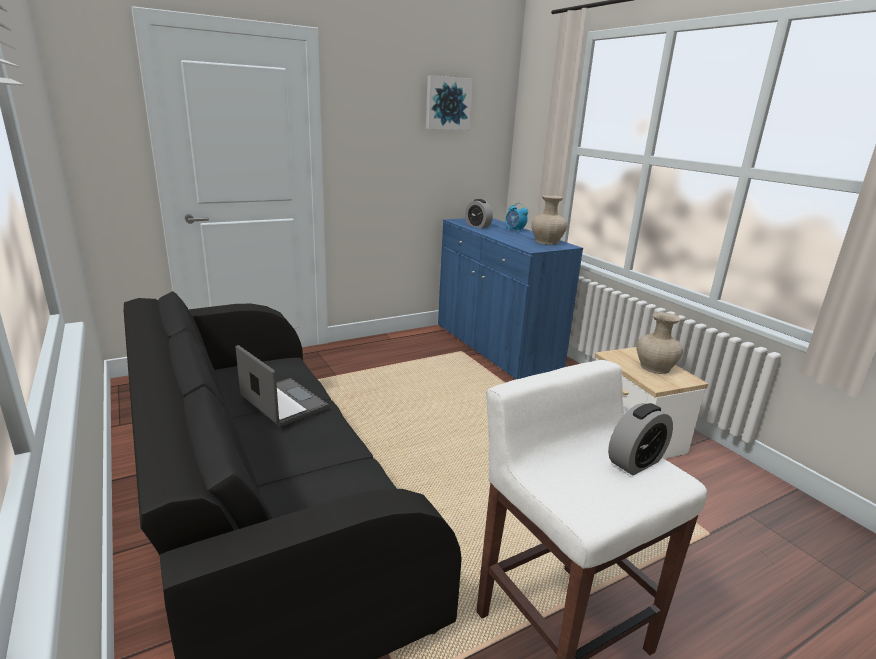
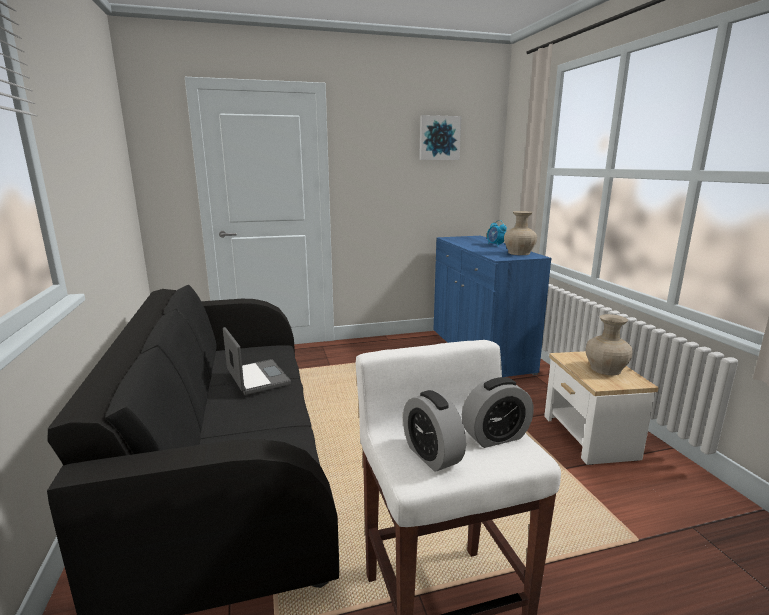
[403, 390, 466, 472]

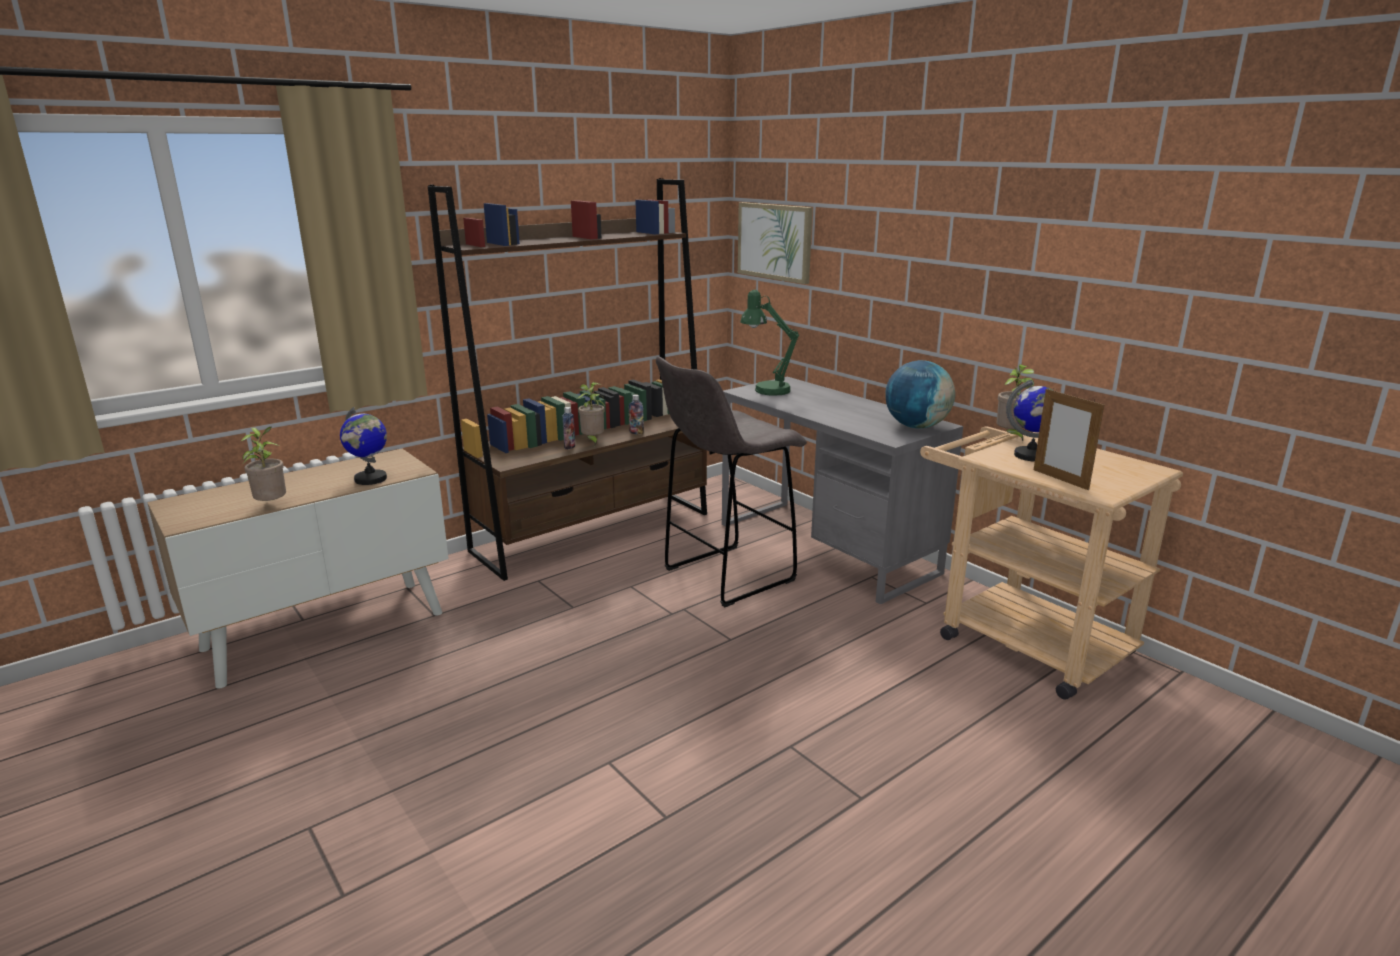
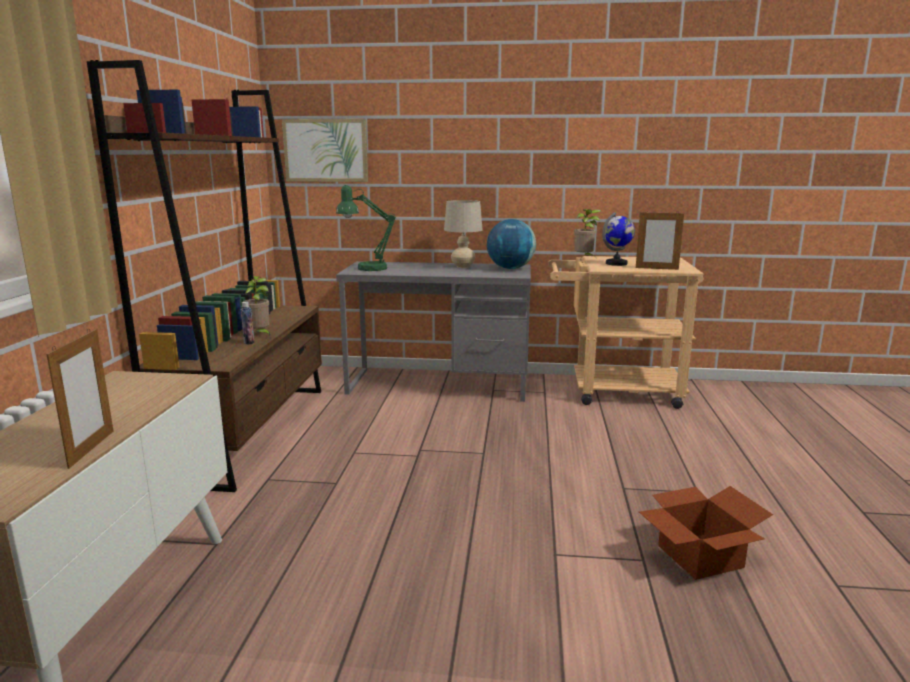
[340, 407, 387, 485] (first image)
[629, 394, 644, 435] (first image)
[656, 356, 807, 607] (first image)
[444, 200, 483, 268]
[639, 486, 773, 580]
[46, 329, 113, 469]

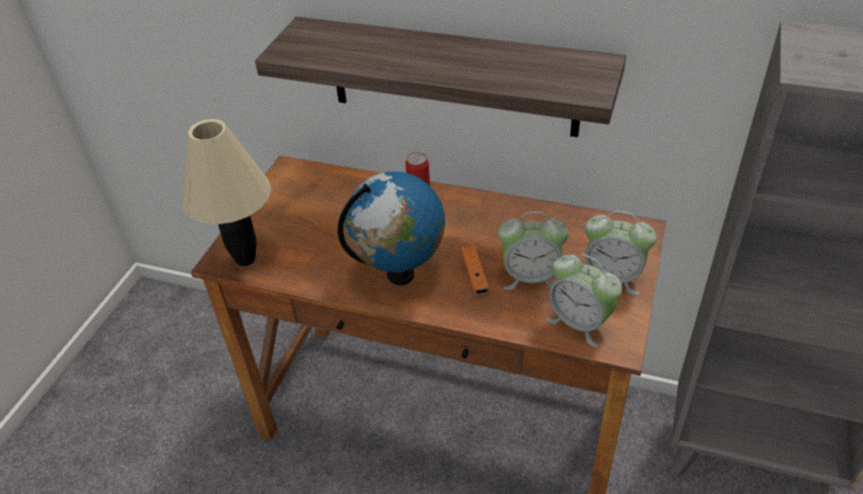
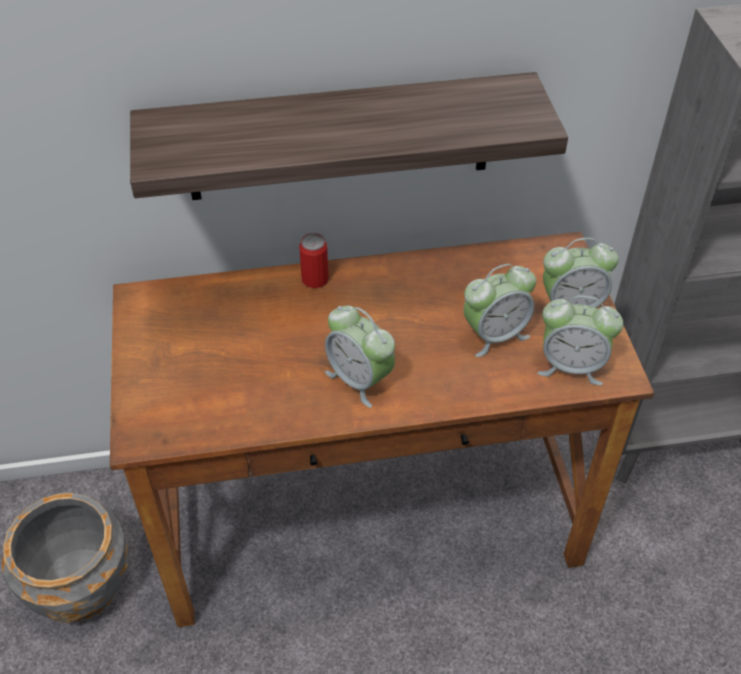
[181, 119, 271, 266] (first image)
[461, 245, 489, 295] (first image)
[2, 493, 129, 623]
[325, 306, 395, 408]

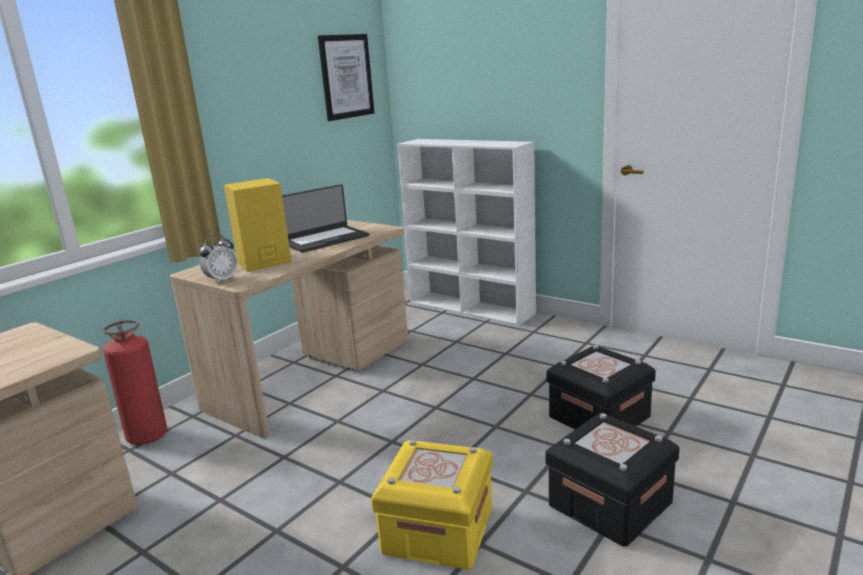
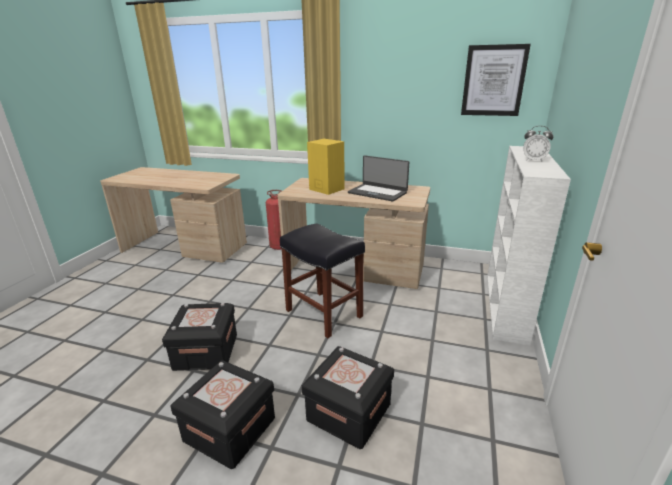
[280, 223, 365, 338]
[523, 126, 553, 162]
[162, 303, 237, 371]

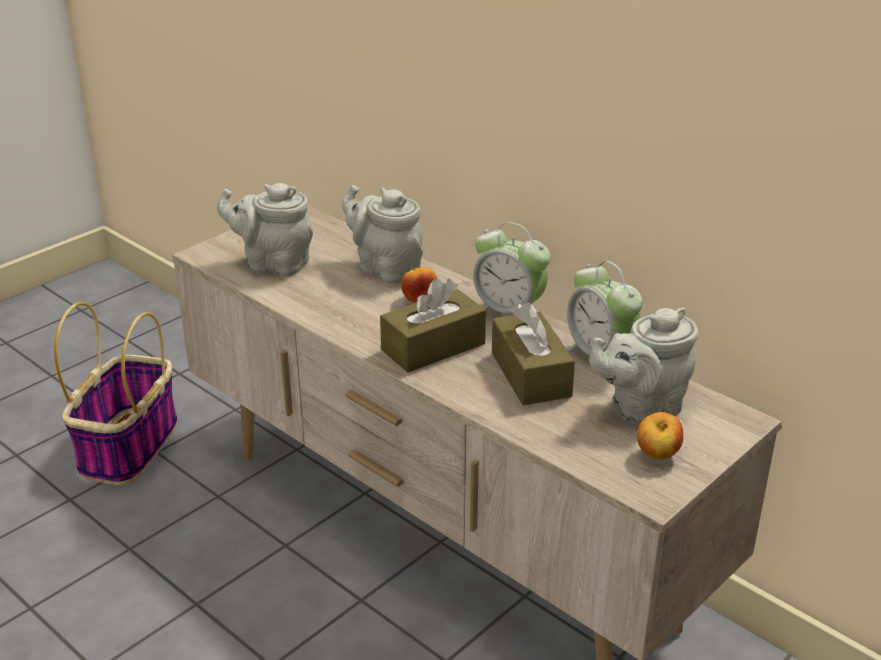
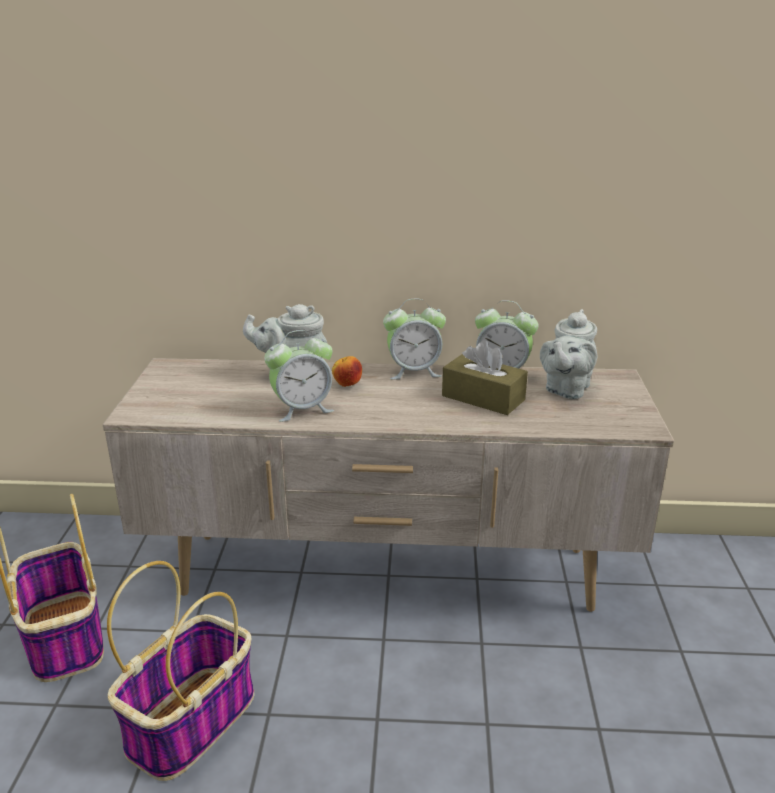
[217, 183, 313, 276] (first image)
[380, 278, 486, 372] (first image)
[637, 412, 683, 460] (first image)
[107, 561, 255, 781]
[264, 330, 334, 422]

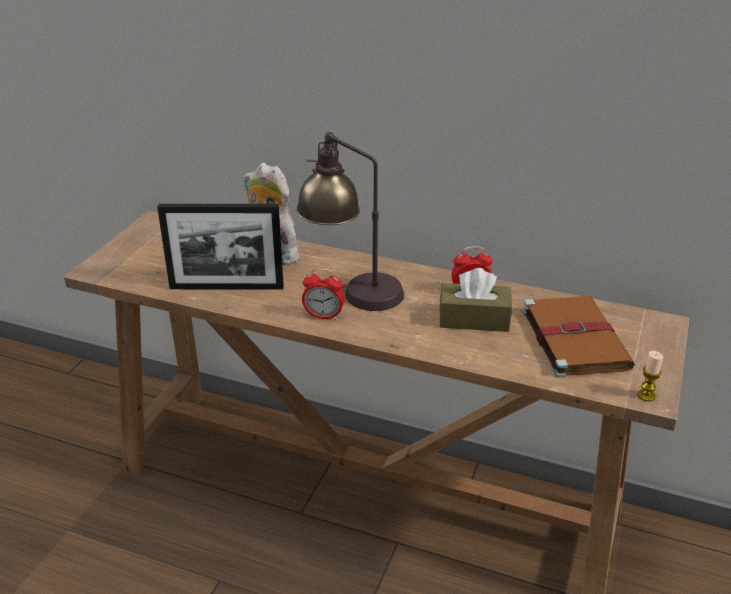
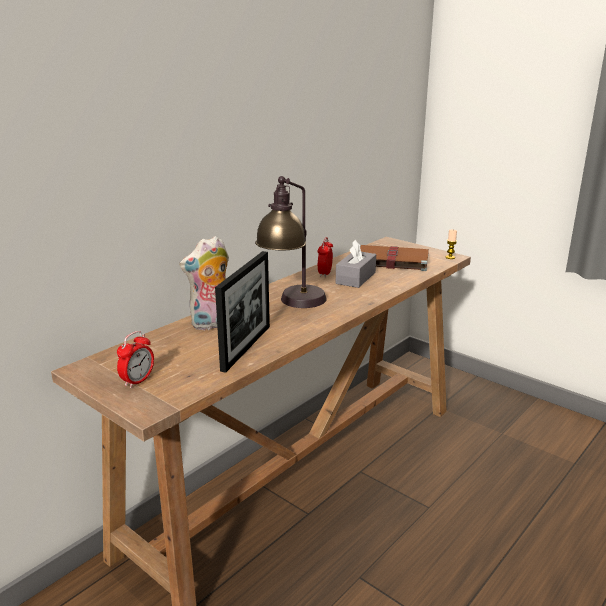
[117, 331, 154, 388]
[336, 240, 376, 288]

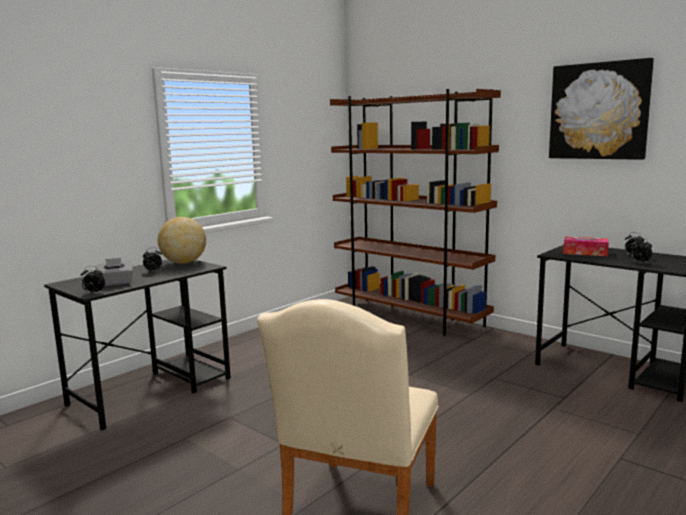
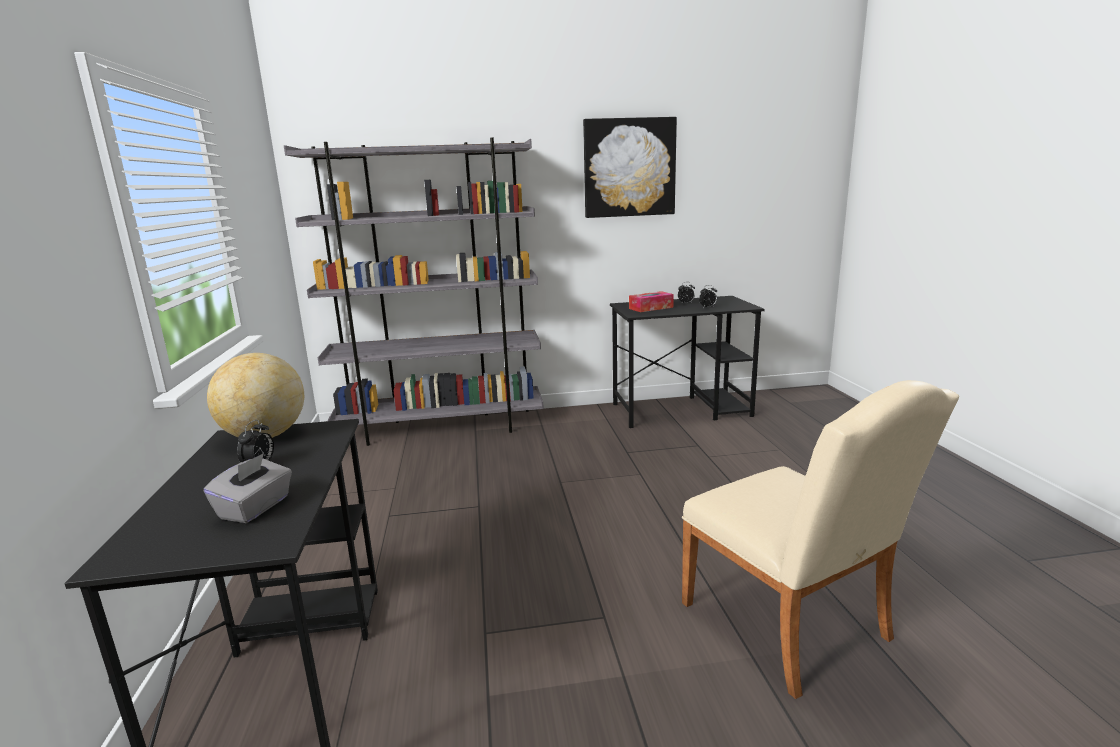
[81, 266, 105, 293] (first image)
[284, 137, 544, 446]

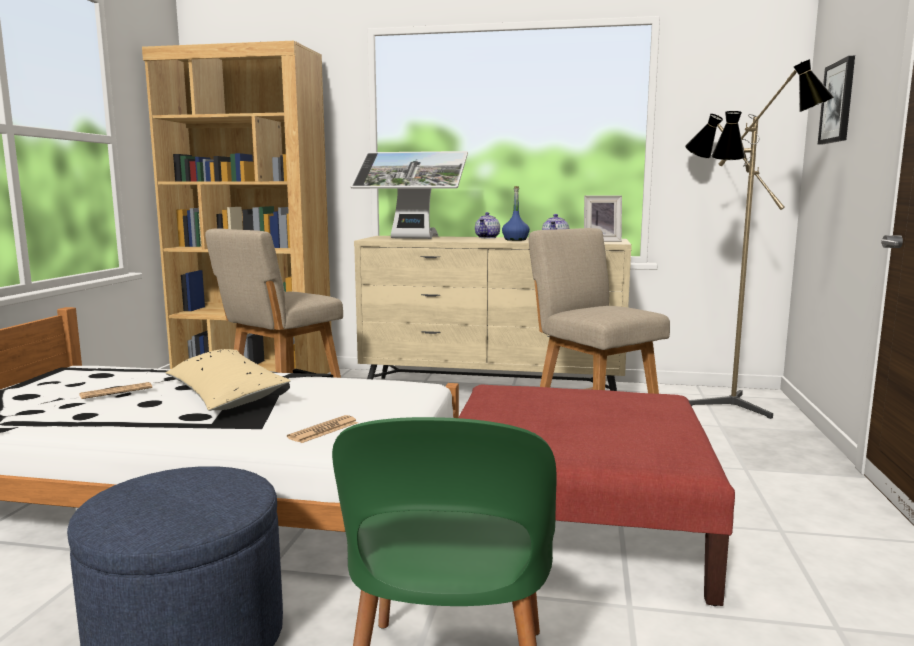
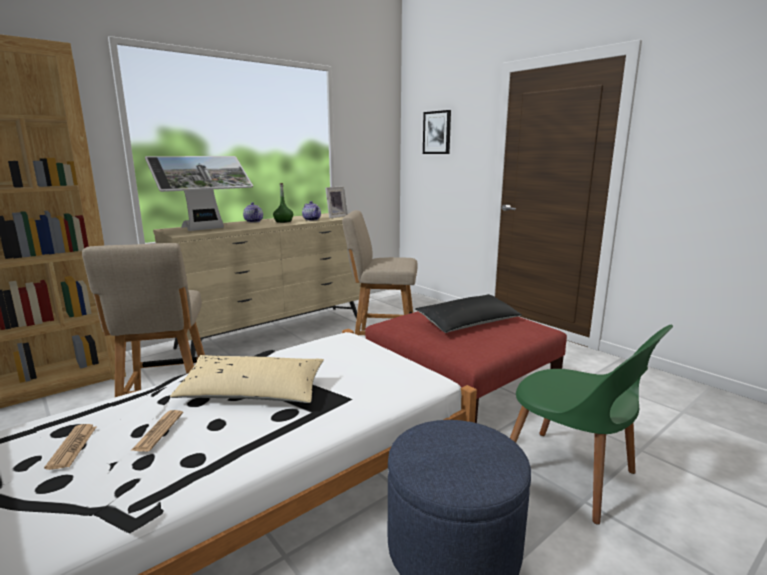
[685, 59, 834, 419] (first image)
[415, 294, 522, 333]
[44, 424, 96, 470]
[273, 183, 293, 223]

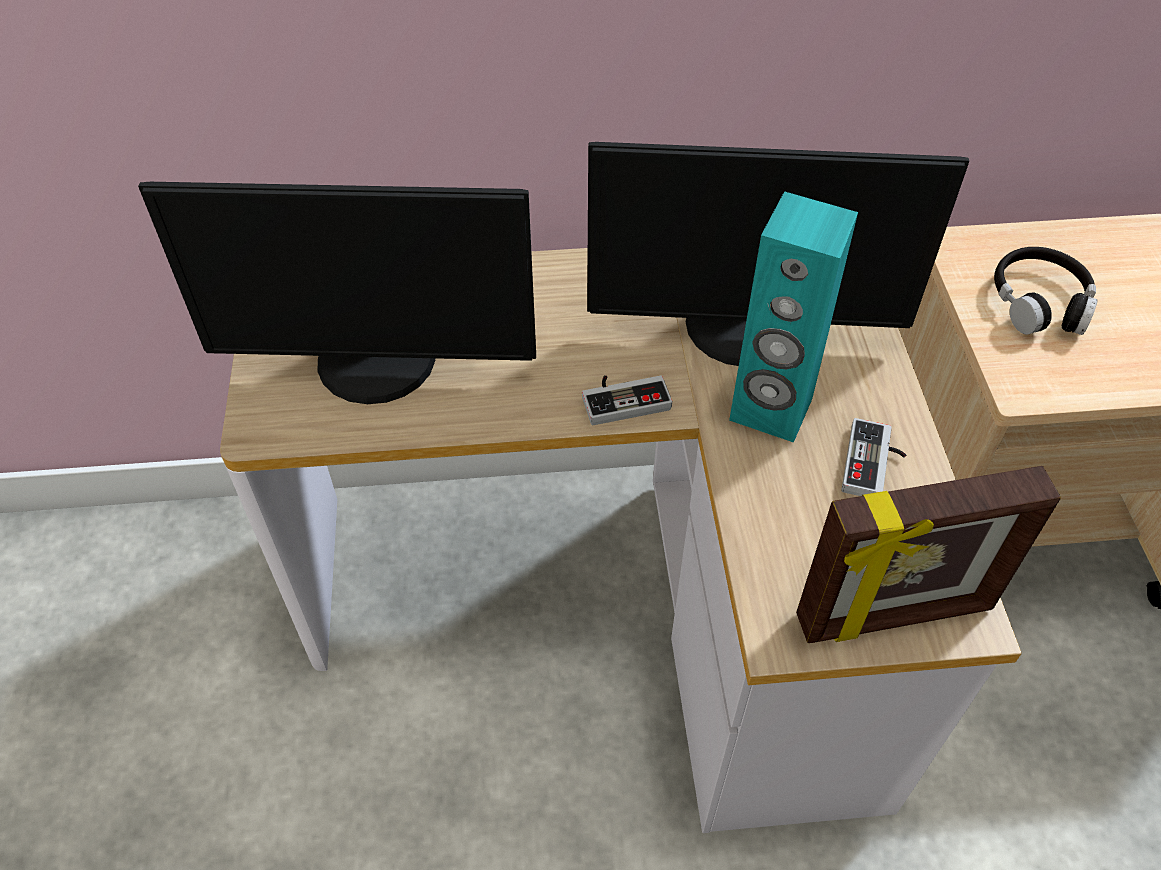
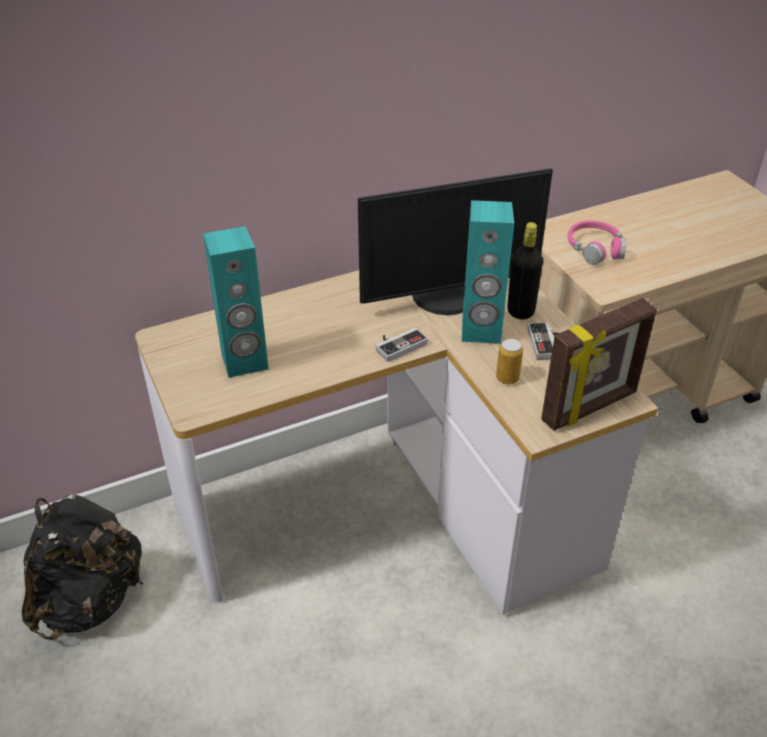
[22, 494, 144, 640]
[496, 338, 523, 384]
[507, 222, 543, 319]
[203, 226, 269, 378]
[567, 220, 626, 265]

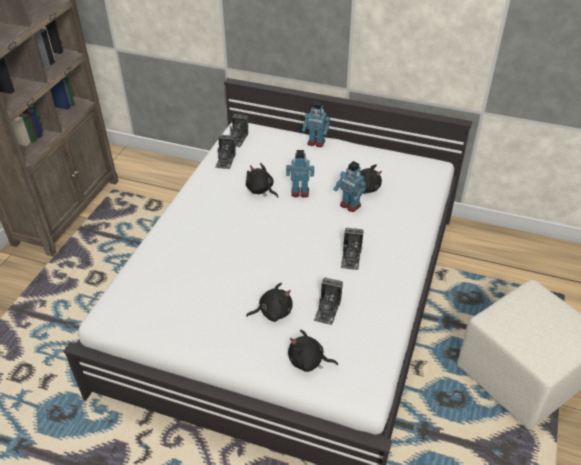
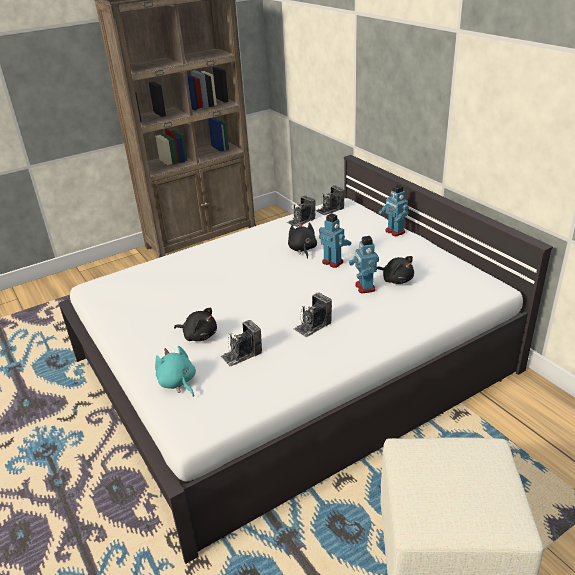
[155, 346, 196, 397]

